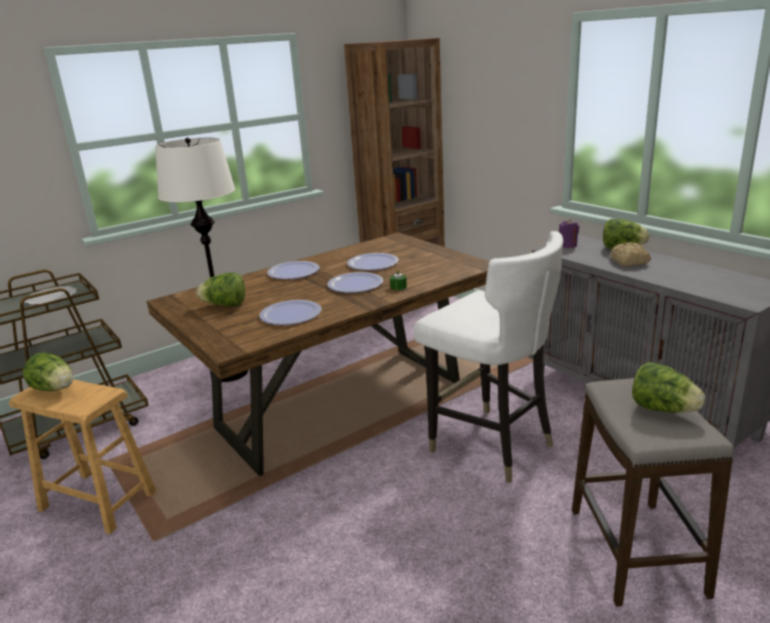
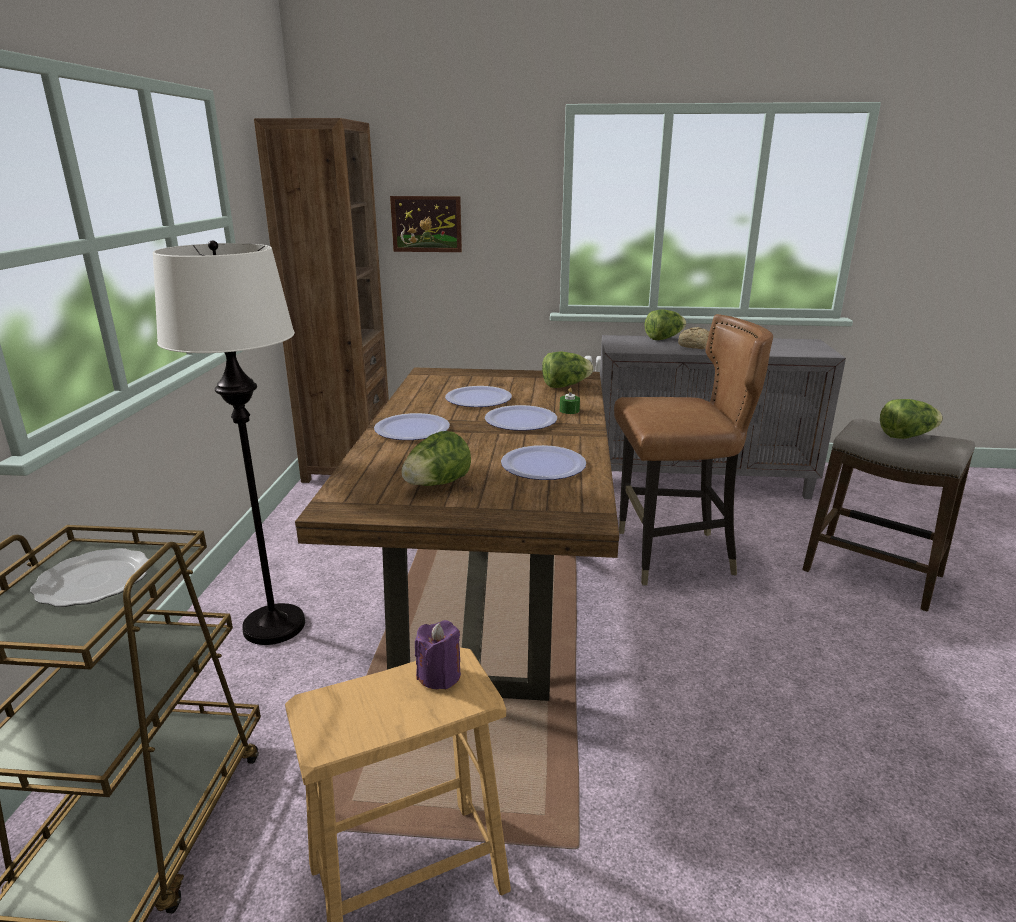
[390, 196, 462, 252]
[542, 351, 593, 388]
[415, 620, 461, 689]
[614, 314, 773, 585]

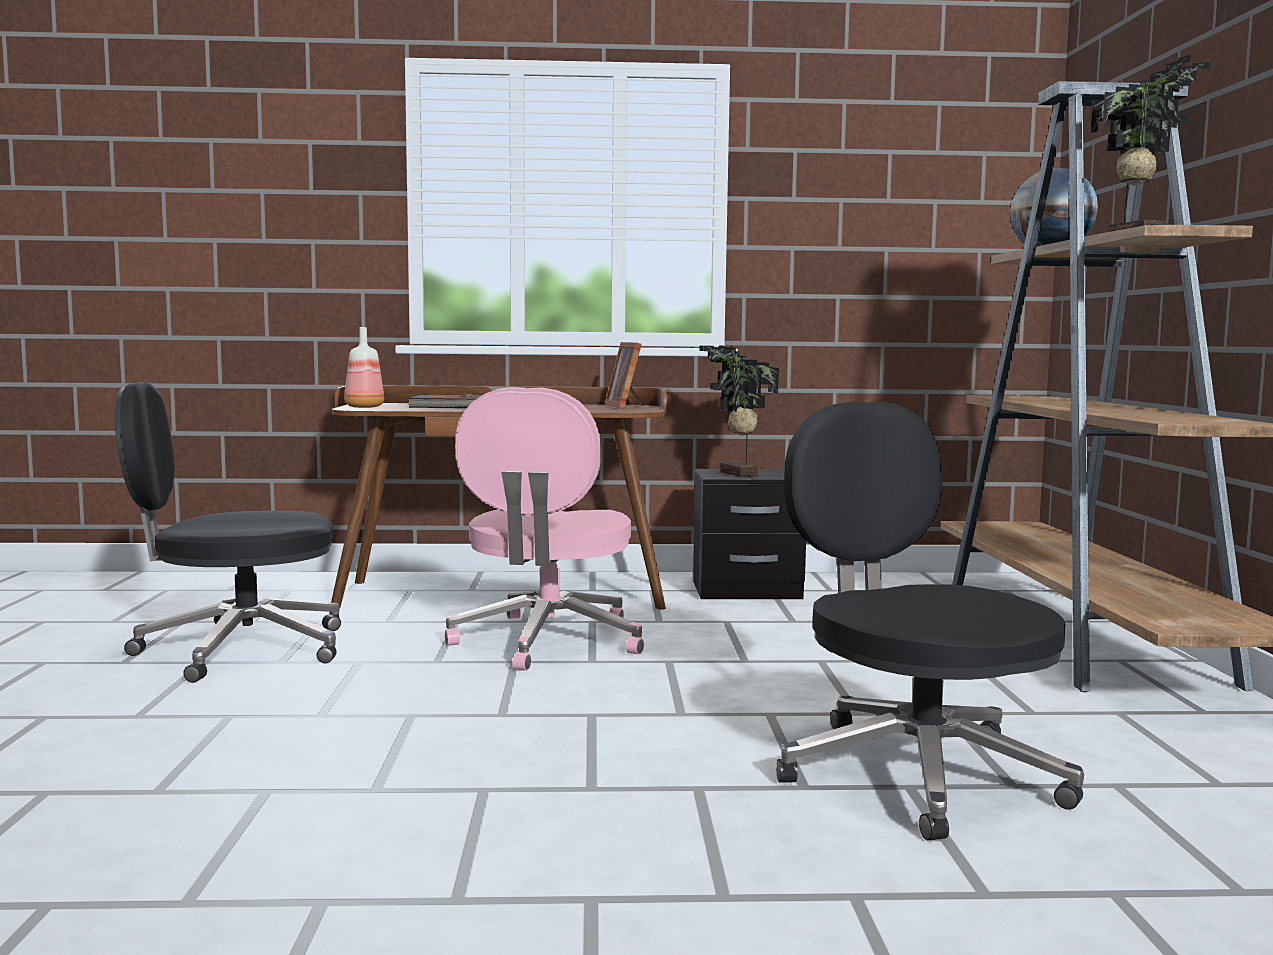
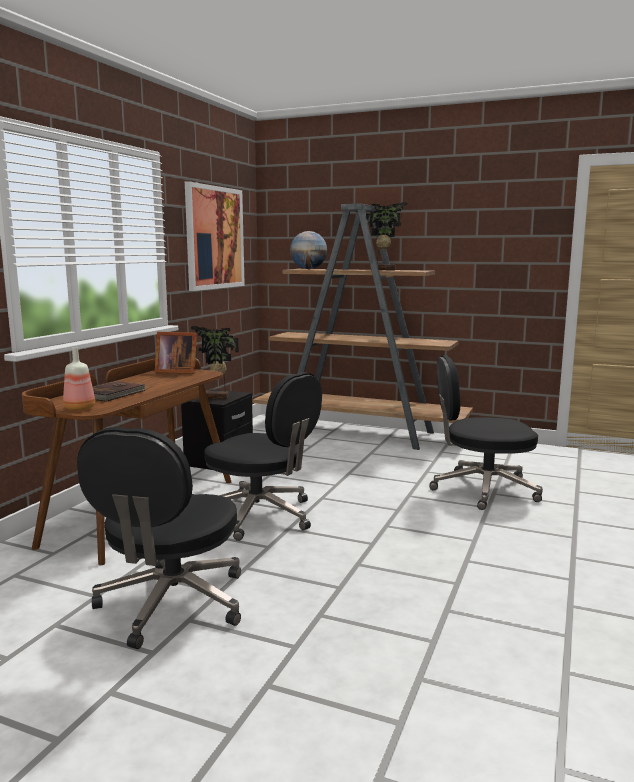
[185, 181, 245, 291]
[204, 372, 322, 541]

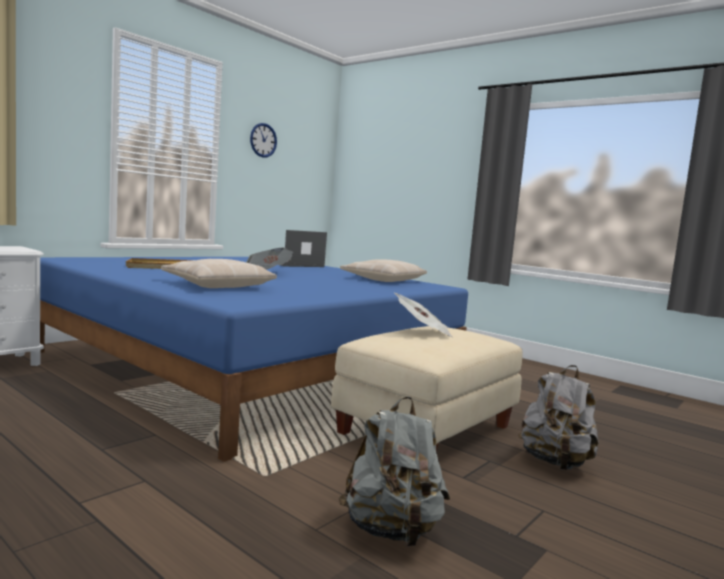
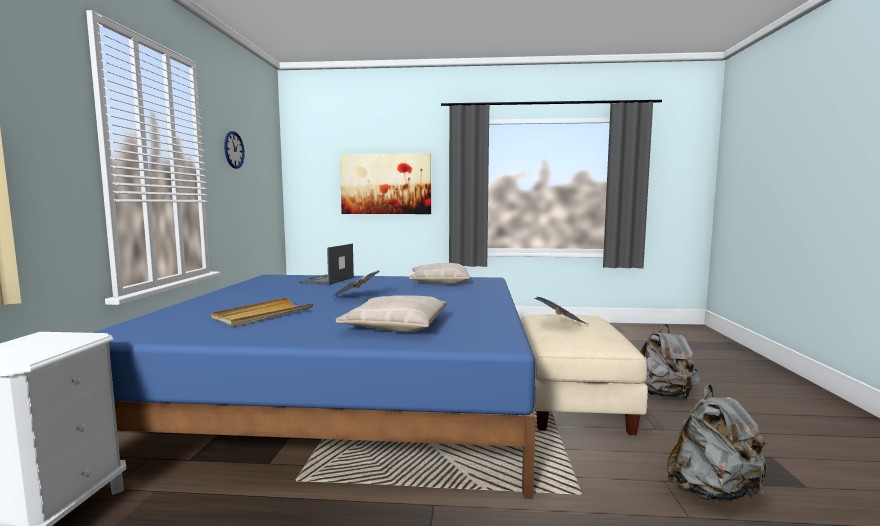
[340, 153, 431, 214]

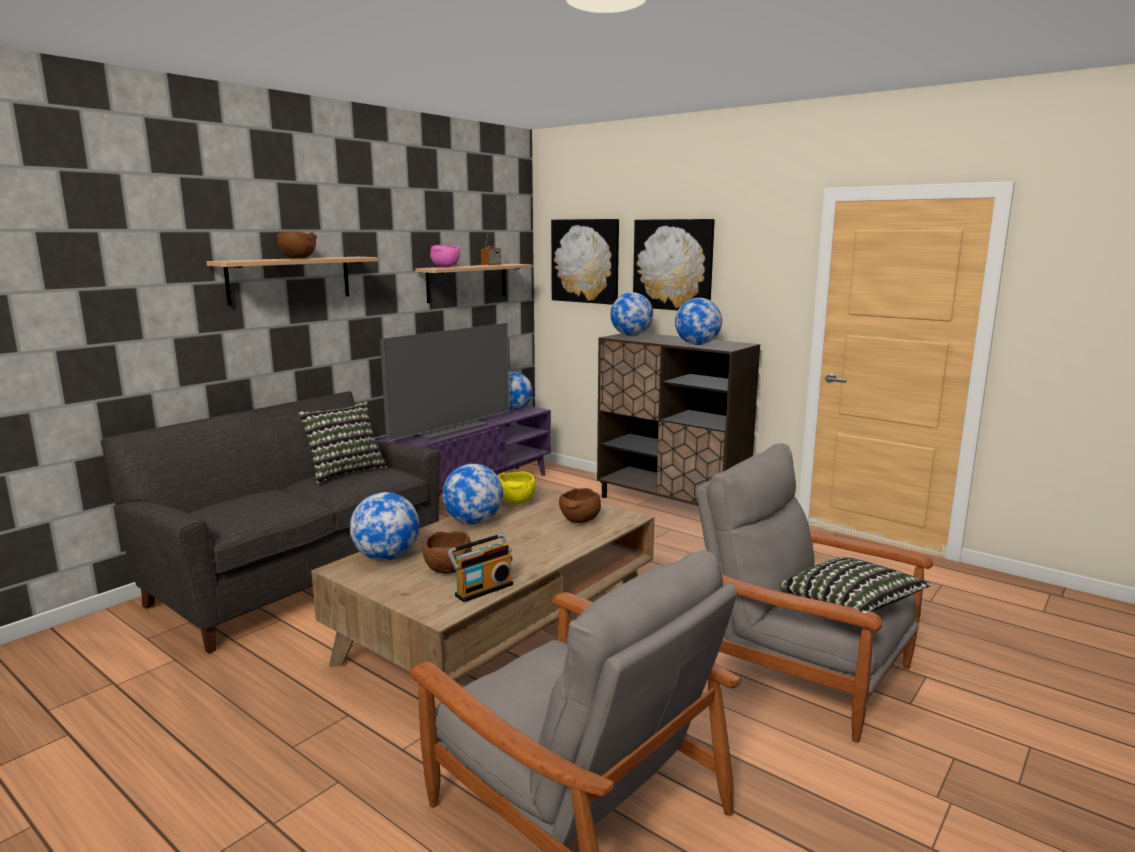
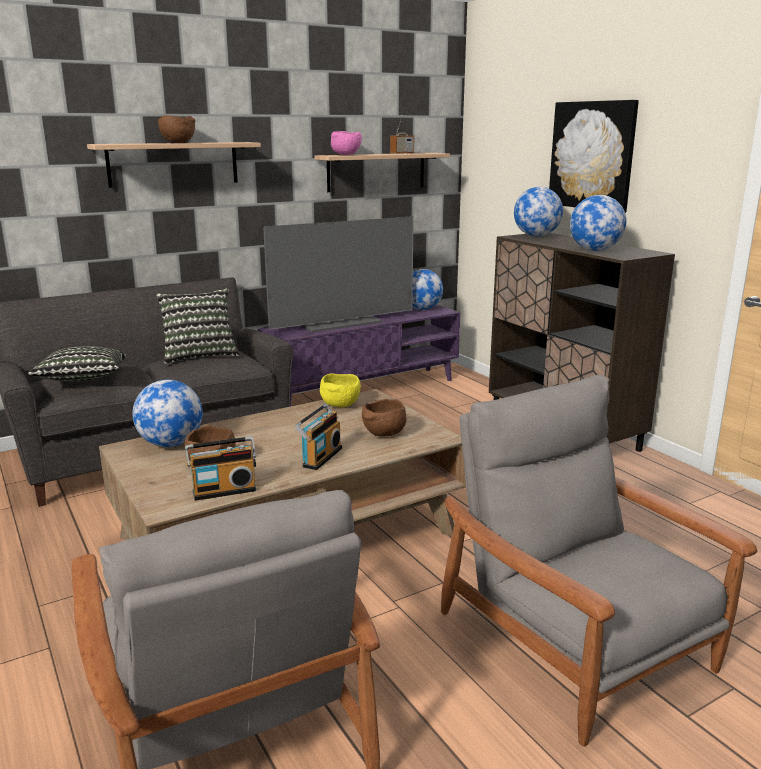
[442, 463, 503, 524] (first image)
[551, 219, 619, 305] (first image)
[295, 404, 342, 470]
[28, 346, 127, 382]

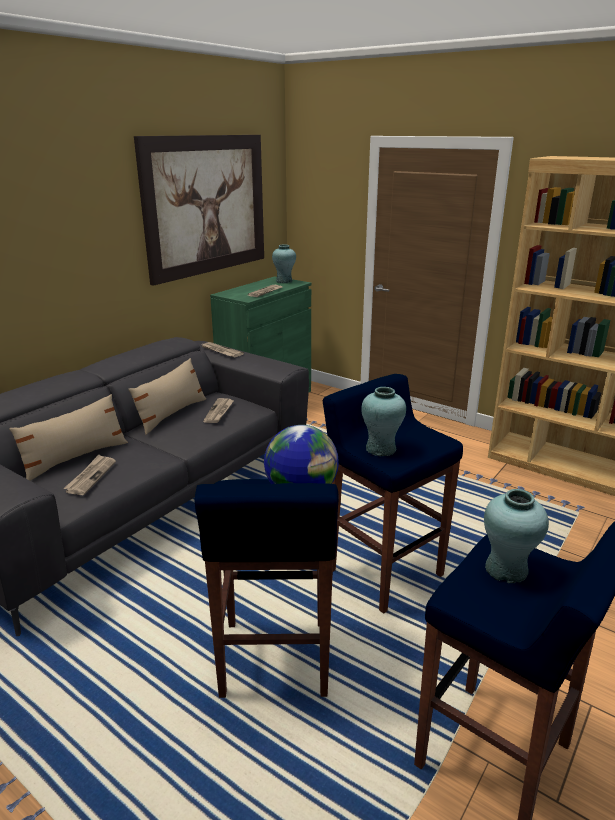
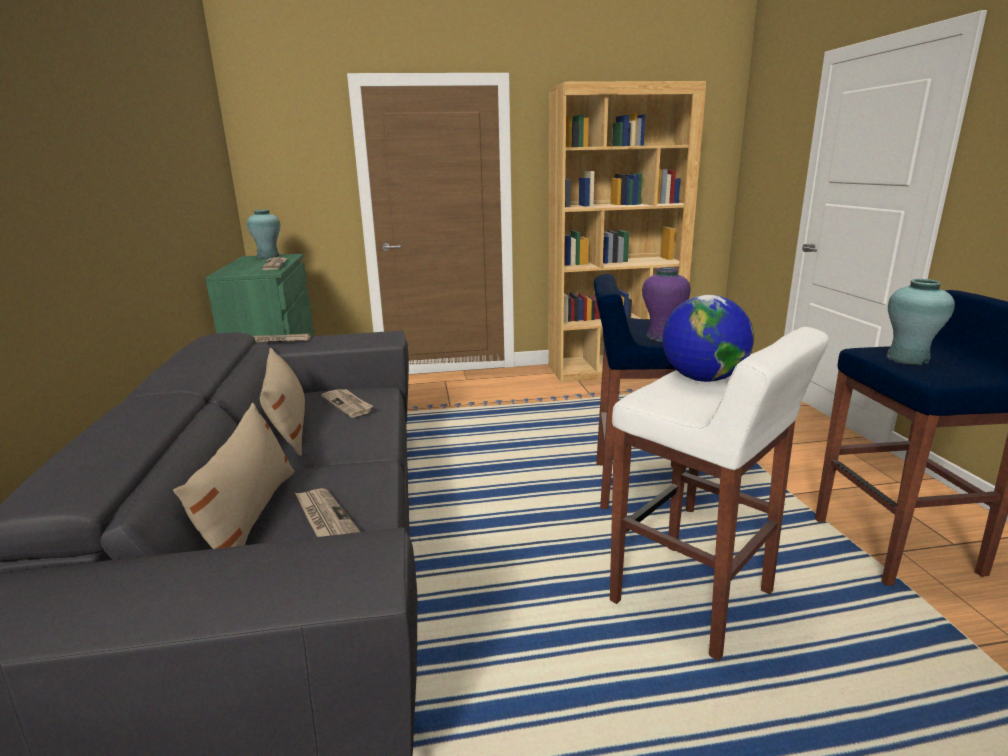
[134, 135, 264, 286] (first image)
[610, 327, 829, 661]
[642, 267, 690, 342]

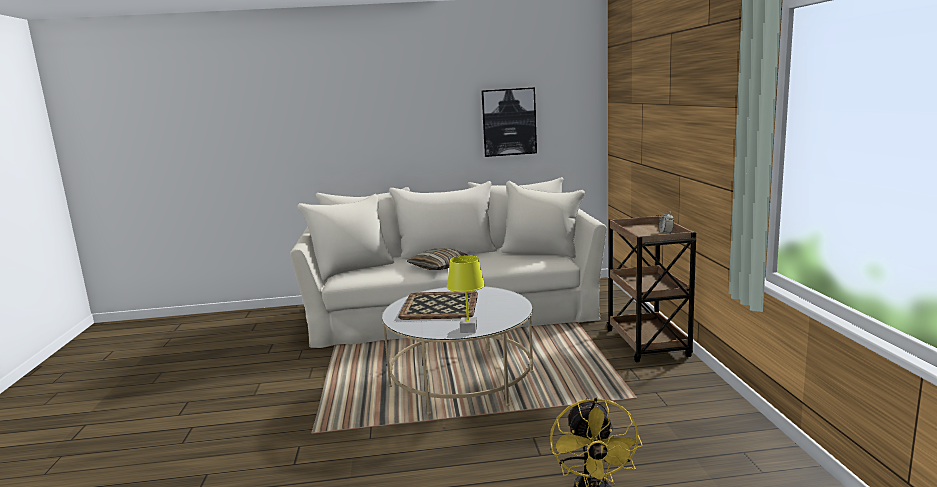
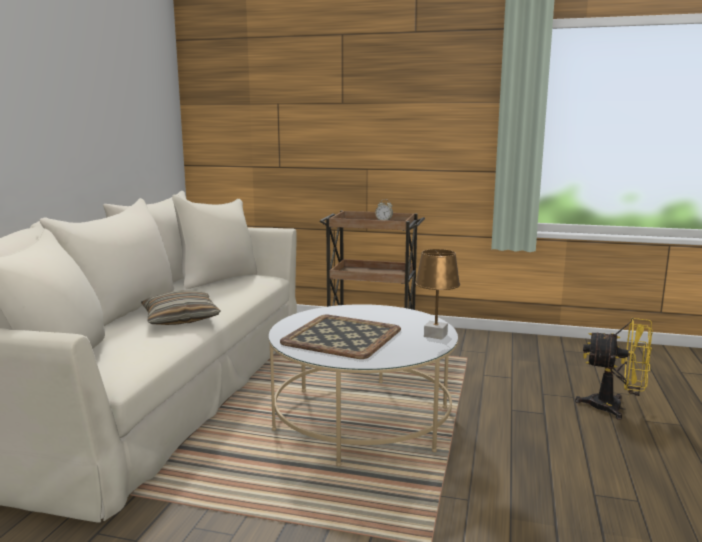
[481, 87, 537, 157] (first image)
[415, 249, 460, 340]

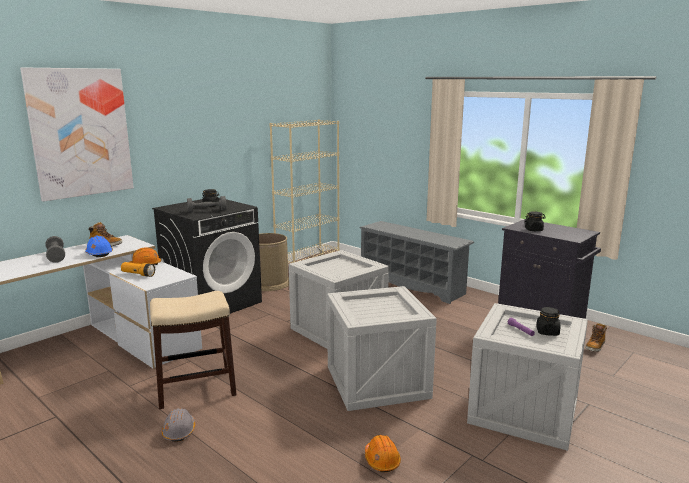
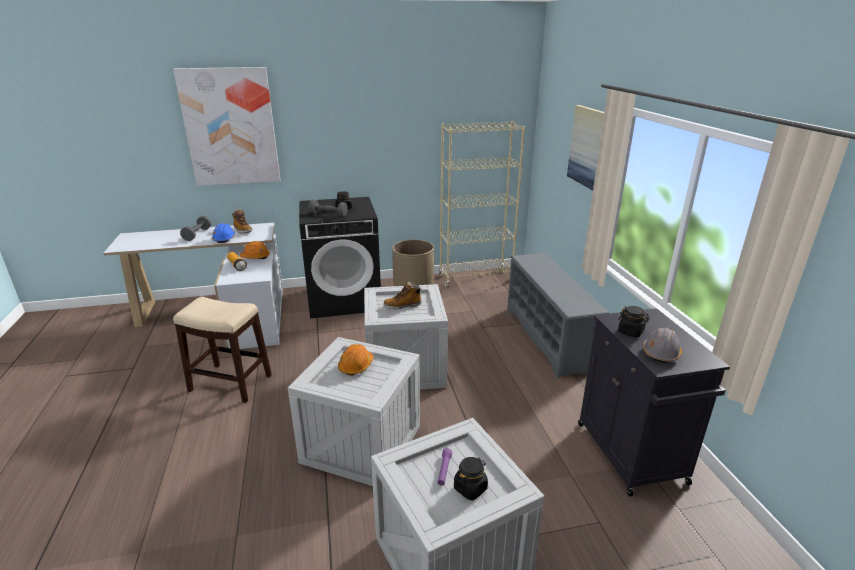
[567, 105, 604, 190]
[643, 328, 682, 363]
[338, 344, 374, 376]
[383, 282, 422, 309]

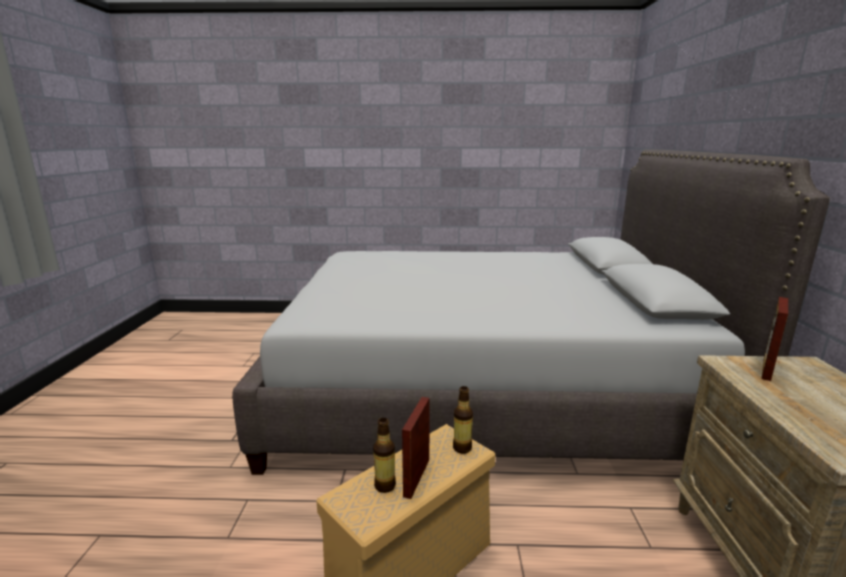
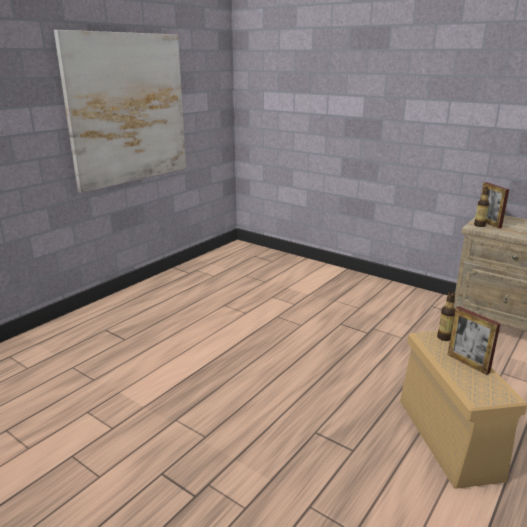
[232, 149, 830, 475] (first image)
[54, 30, 186, 193]
[474, 187, 490, 227]

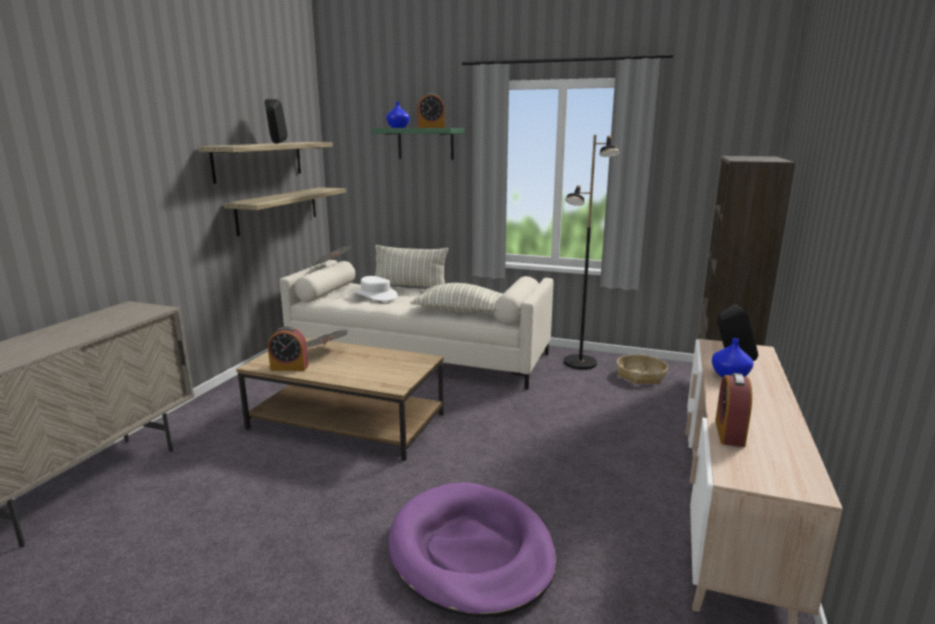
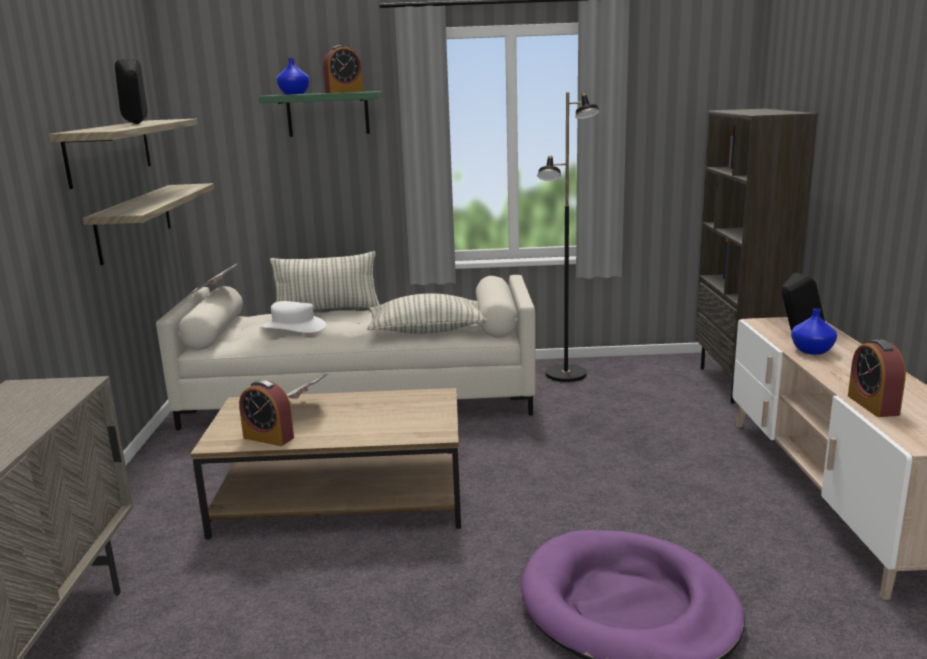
[617, 354, 668, 384] (first image)
[239, 380, 294, 446]

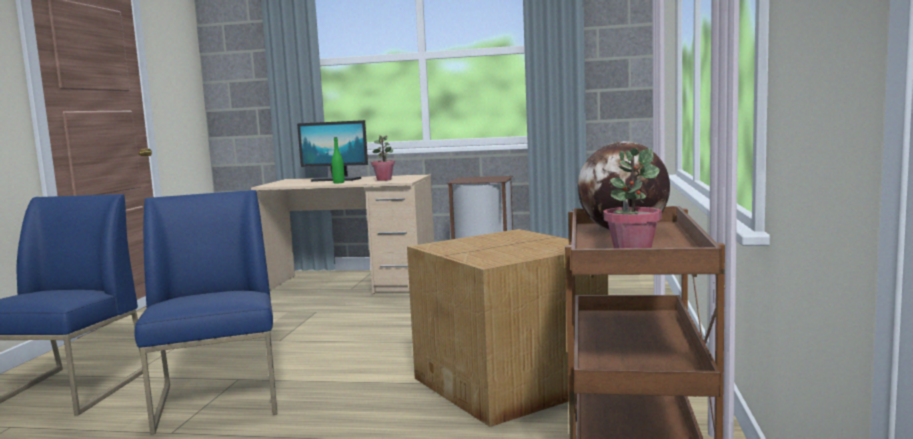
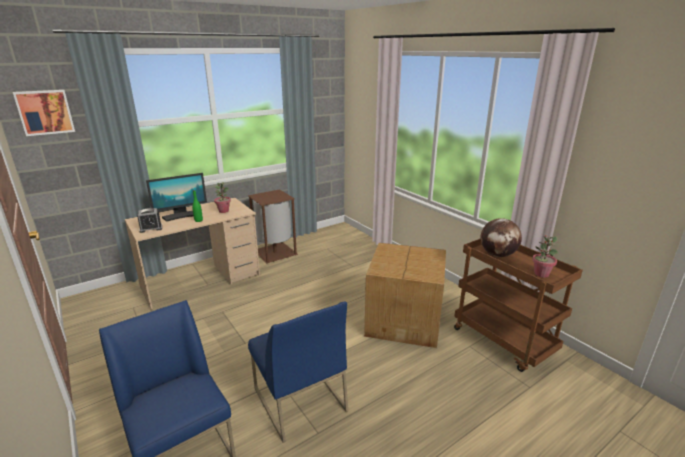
[13, 90, 75, 136]
[137, 208, 162, 233]
[248, 302, 348, 443]

